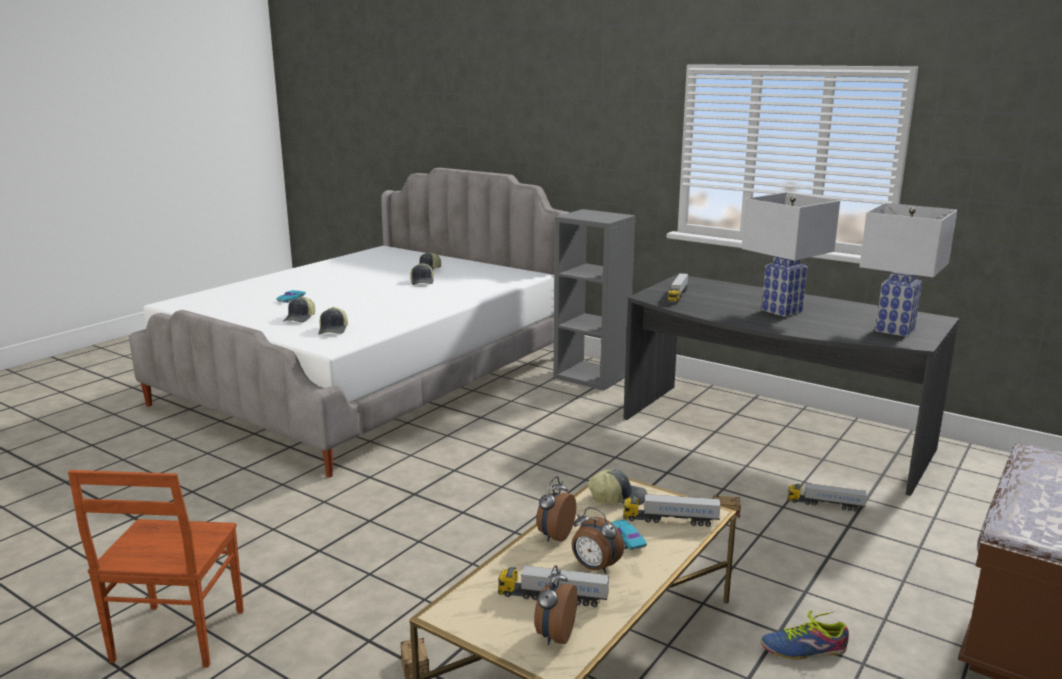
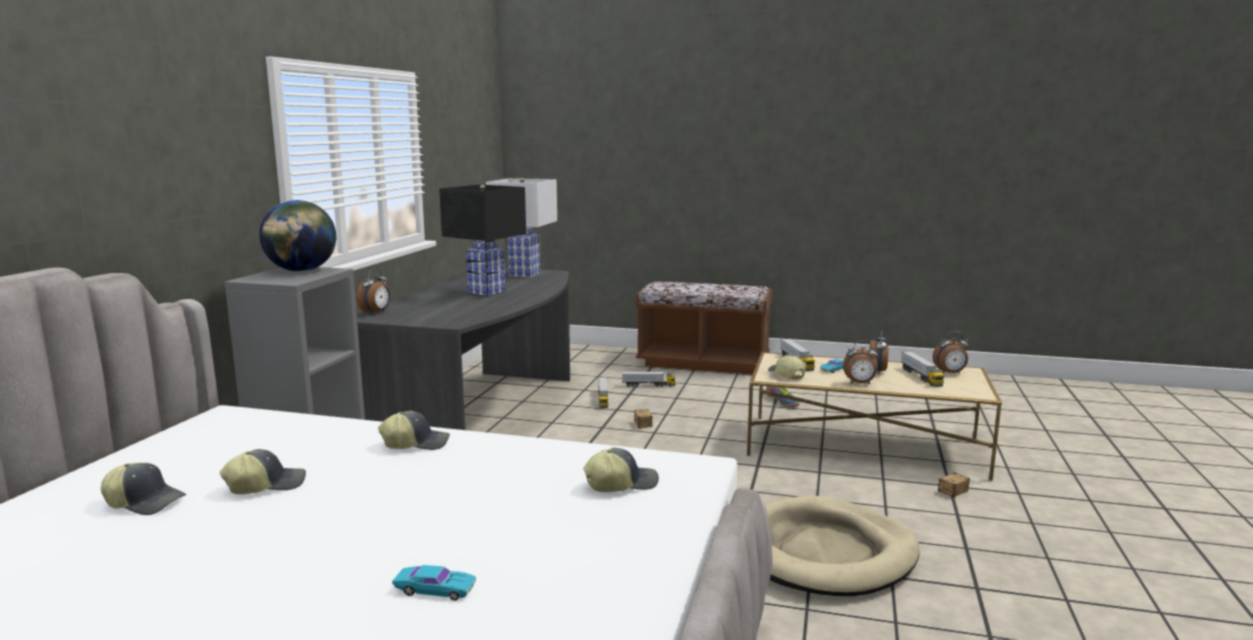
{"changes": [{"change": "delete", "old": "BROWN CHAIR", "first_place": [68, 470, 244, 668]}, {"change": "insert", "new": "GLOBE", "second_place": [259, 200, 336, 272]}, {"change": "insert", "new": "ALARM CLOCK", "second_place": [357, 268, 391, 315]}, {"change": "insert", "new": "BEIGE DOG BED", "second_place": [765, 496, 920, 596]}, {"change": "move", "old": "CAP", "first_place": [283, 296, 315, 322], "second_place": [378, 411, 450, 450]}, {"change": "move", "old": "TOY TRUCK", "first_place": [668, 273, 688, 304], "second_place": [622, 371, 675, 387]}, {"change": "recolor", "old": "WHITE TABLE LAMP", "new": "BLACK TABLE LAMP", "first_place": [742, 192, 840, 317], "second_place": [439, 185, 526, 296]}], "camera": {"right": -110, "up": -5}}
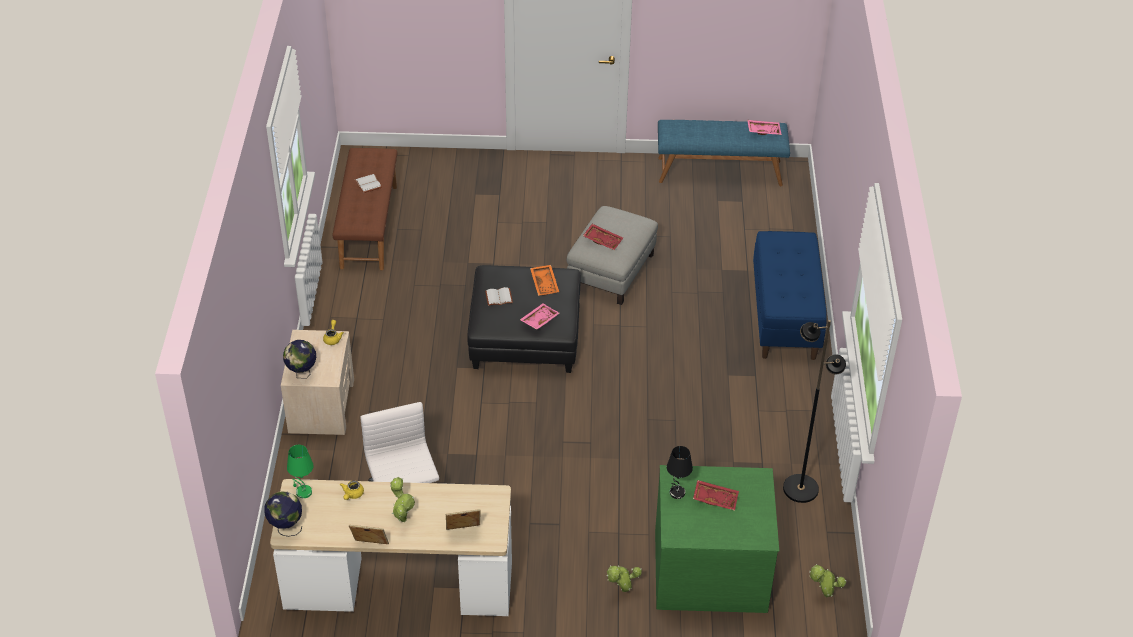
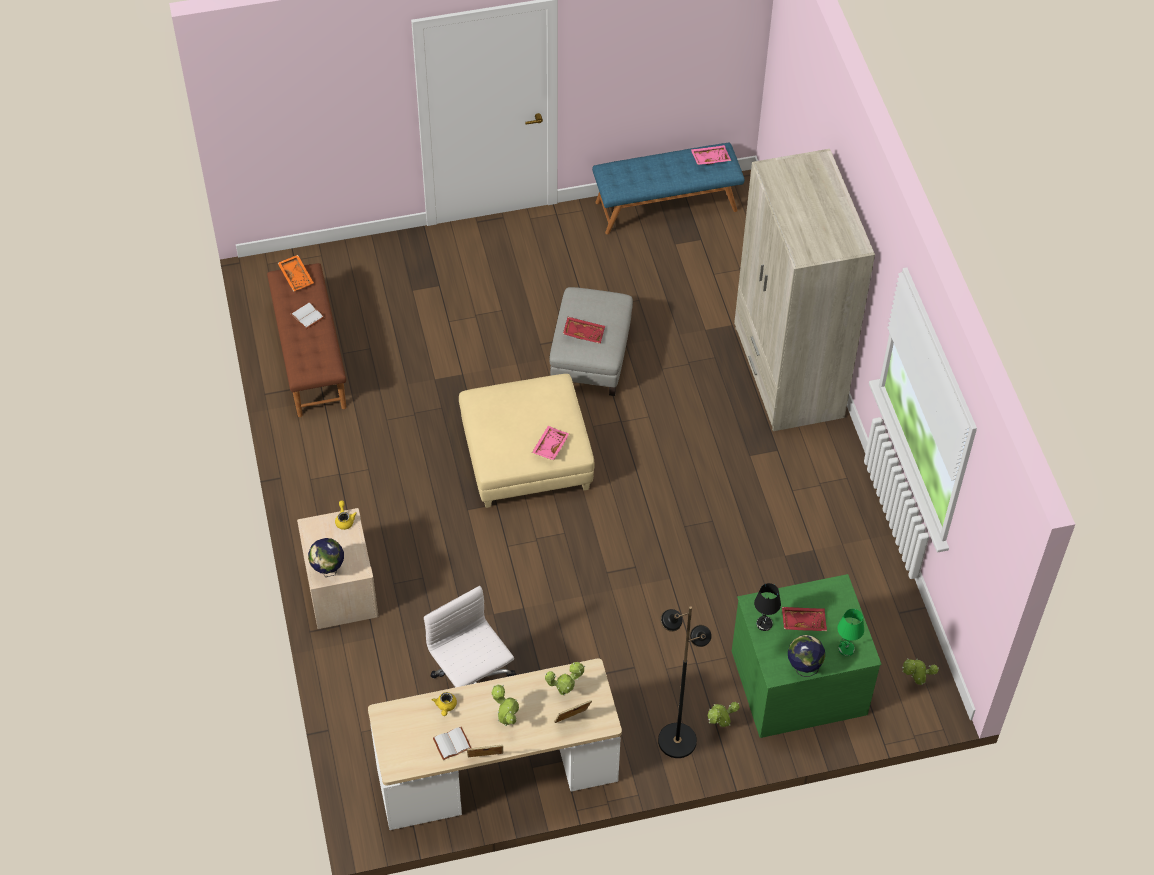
{"changes": [{"change": "insert", "new": "POTTED PLANT", "second_place": [545, 662, 585, 695]}, {"change": "move", "old": "GLOBE", "first_place": [264, 491, 302, 537], "second_place": [788, 635, 825, 677]}, {"change": "move", "old": "GREEN TABLE LAMP", "first_place": [287, 445, 314, 498], "second_place": [837, 609, 864, 656]}, {"change": "move", "old": "WHITE BOOK", "first_place": [485, 287, 513, 306], "second_place": [433, 727, 471, 760]}, {"change": "move", "old": "ORANGE TRAY", "first_place": [530, 265, 559, 296], "second_place": [278, 255, 314, 292]}, {"change": "move", "old": "BLACK FLOOR LAMP", "first_place": [783, 320, 846, 503], "second_place": [658, 606, 712, 758]}, {"change": "replace", "old": "BLUE BENCH", "new": "BEIGE WARDROBE", "first_place": [753, 231, 827, 360], "second_place": [734, 149, 875, 431]}, {"change": "recolor", "old": "BLACK OTTOMAN", "new": "BEIGE OTTOMAN", "first_place": [467, 265, 581, 373], "second_place": [459, 374, 595, 508]}], "camera": {"right": -15, "up": 10}}
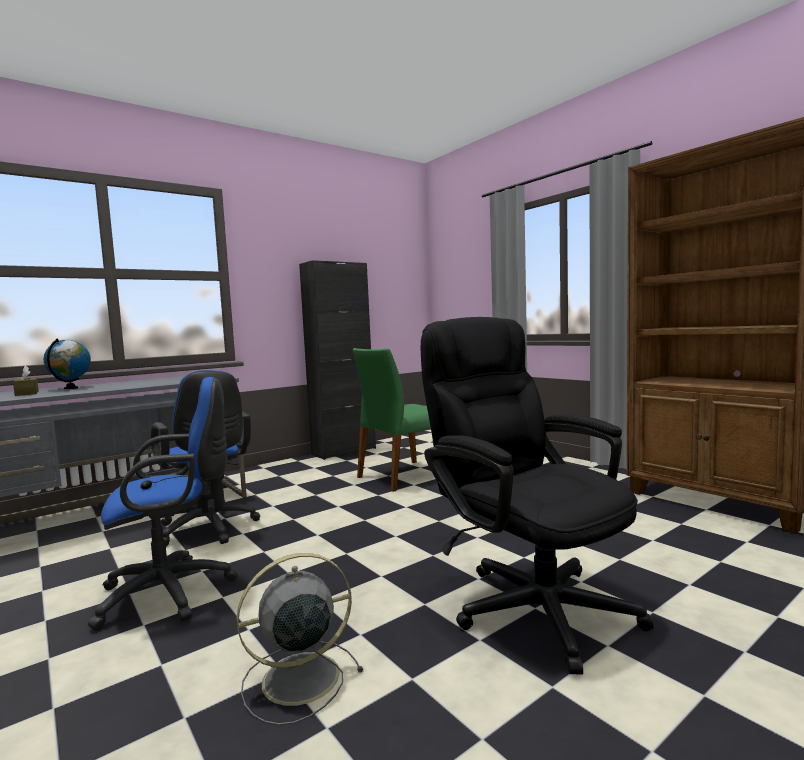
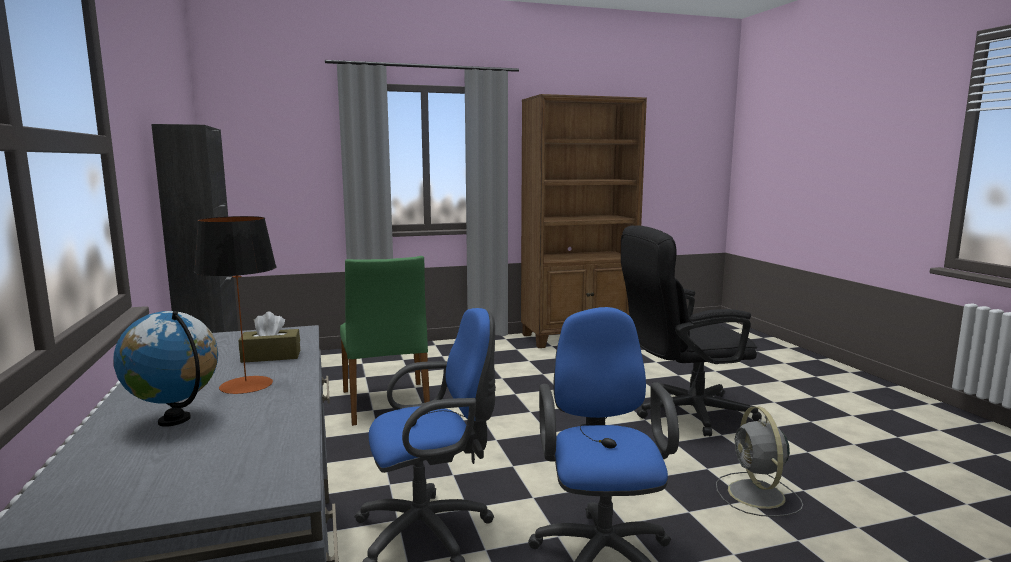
{"changes": [{"change": "insert", "new": "TABLE LAMP", "second_place": [194, 216, 277, 394]}, {"change": "move", "old": "BROWN TISSUE BOX", "first_place": [13, 365, 39, 396], "second_place": [239, 312, 300, 363]}], "camera": {"right": -70, "up": 5}}
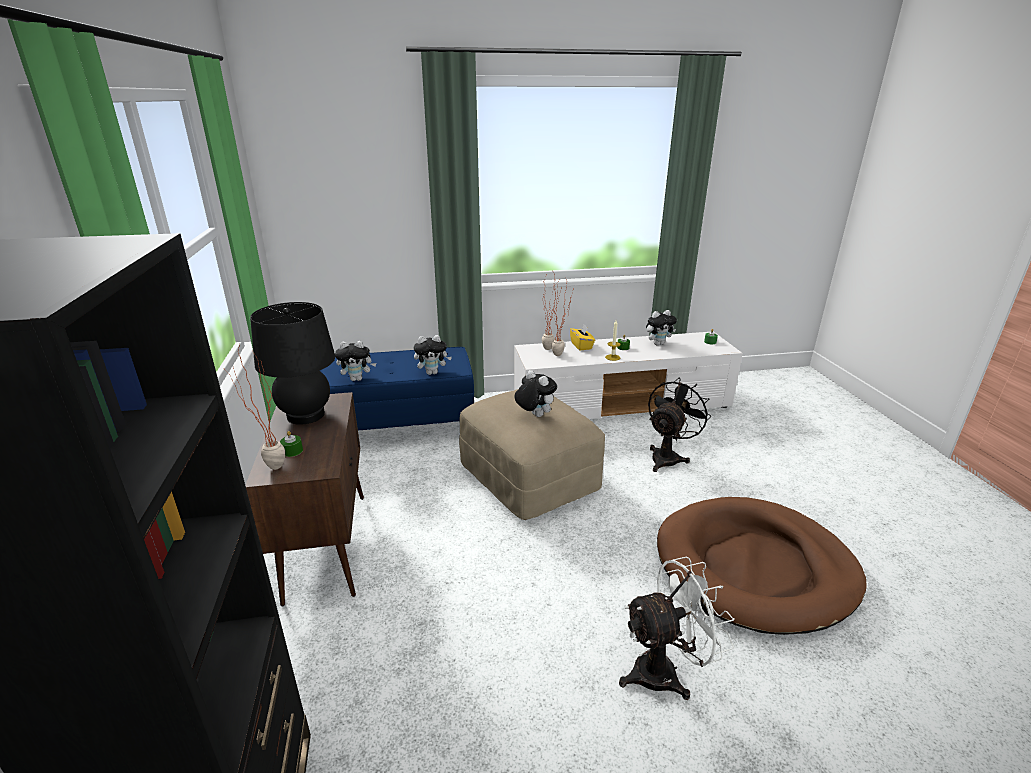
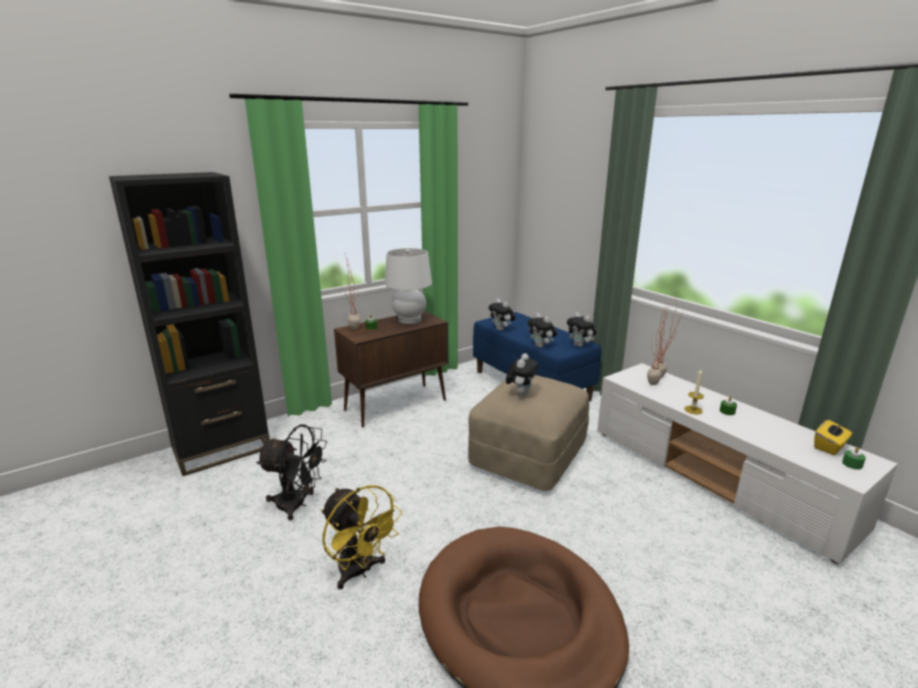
{"changes": [{"change": "move", "old": "YELLOW TISSUE BOX", "first_place": [570, 325, 595, 350], "second_place": [814, 420, 852, 455]}, {"change": "move", "old": "PLUSH TOY", "first_place": [646, 310, 677, 345], "second_place": [567, 312, 597, 347]}, {"change": "move", "old": "BLACK FAN", "first_place": [648, 378, 711, 472], "second_place": [256, 424, 327, 521]}, {"change": "recolor", "old": "BLACK TABLE LAMP", "new": "WHITE TABLE LAMP", "first_place": [250, 302, 335, 425], "second_place": [385, 248, 432, 324]}, {"change": "recolor", "old": "WHITE FAN", "new": "YELLOW FAN", "first_place": [619, 557, 734, 700], "second_place": [321, 485, 403, 590]}], "camera": {"right": 65, "up": -5}}
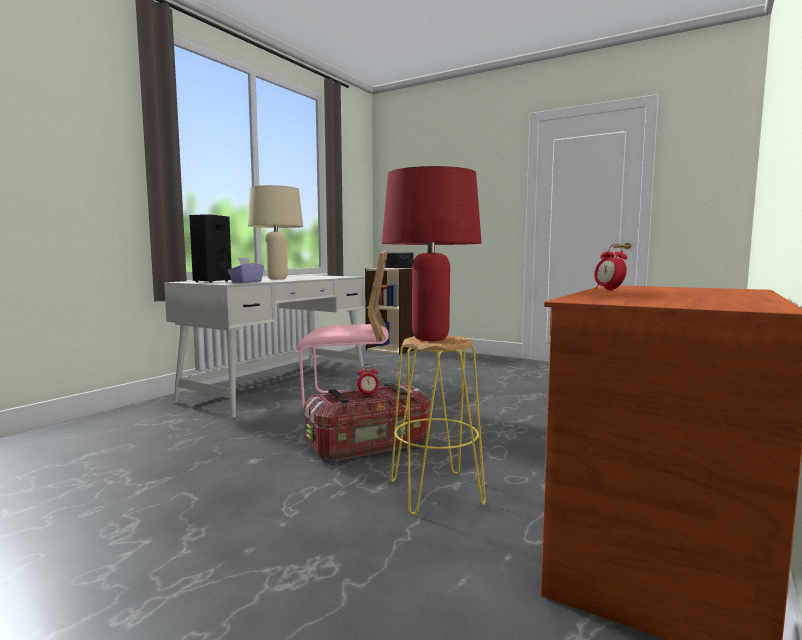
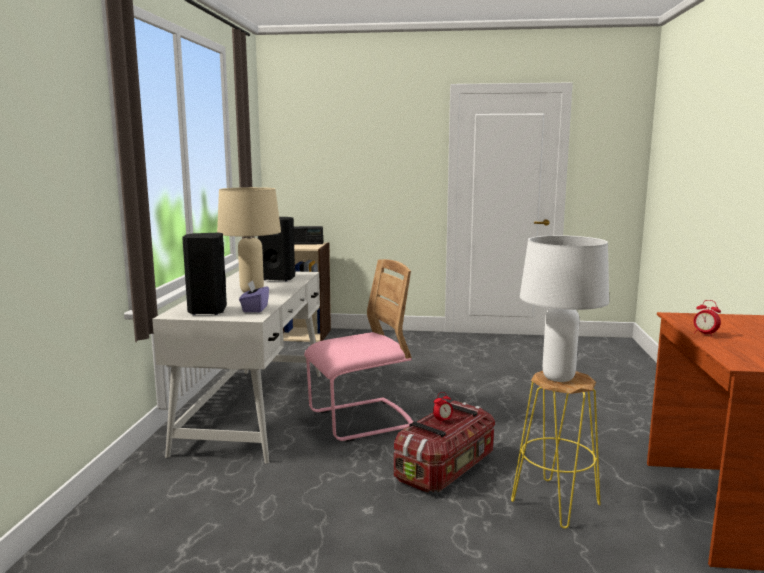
{"changes": [{"change": "insert", "new": "BLACK SPEAKER", "second_place": [258, 217, 295, 281]}, {"change": "recolor", "old": "RED TABLE LAMP", "new": "WHITE TABLE LAMP", "first_place": [382, 166, 481, 341], "second_place": [520, 235, 609, 382]}], "camera": {"right": -25, "up": 5}}
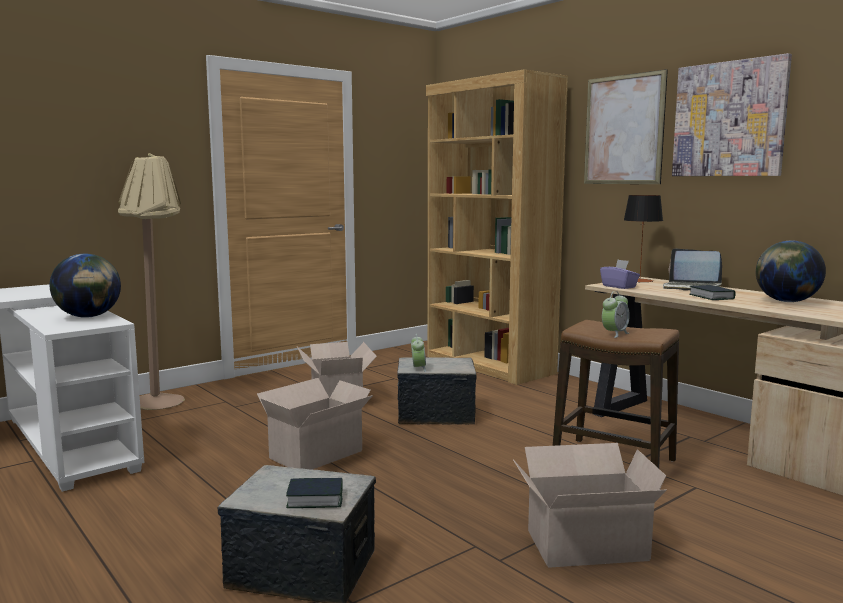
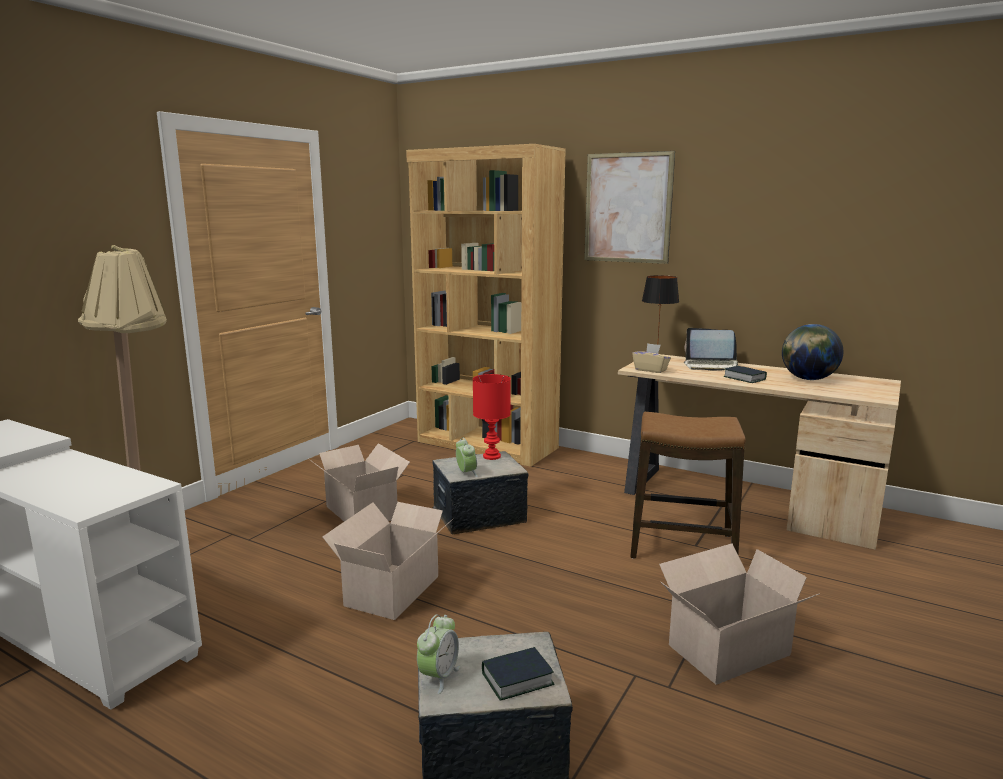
{"changes": [{"change": "delete", "old": "GLOBE", "first_place": [50, 254, 121, 318]}, {"change": "delete", "old": "PICTURE", "first_place": [672, 53, 792, 176]}, {"change": "insert", "new": "RED TABLE LAMP", "second_place": [473, 374, 511, 460]}, {"change": "move", "old": "ALARM CLOCK", "first_place": [602, 291, 630, 338], "second_place": [417, 614, 460, 694]}, {"change": "recolor", "old": "PURPLE TISSUE BOX", "new": "BEIGE TISSUE BOX", "first_place": [600, 260, 640, 289], "second_place": [632, 343, 671, 373]}], "camera": {"right": -20, "up": 5}}
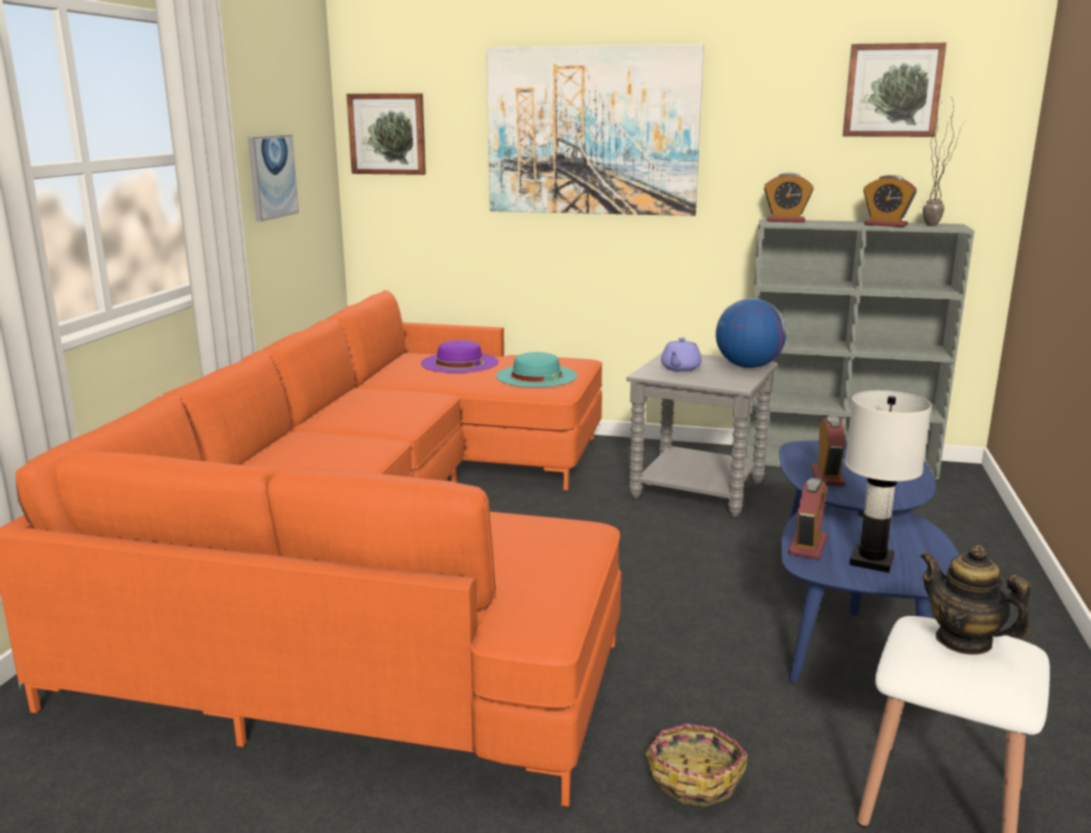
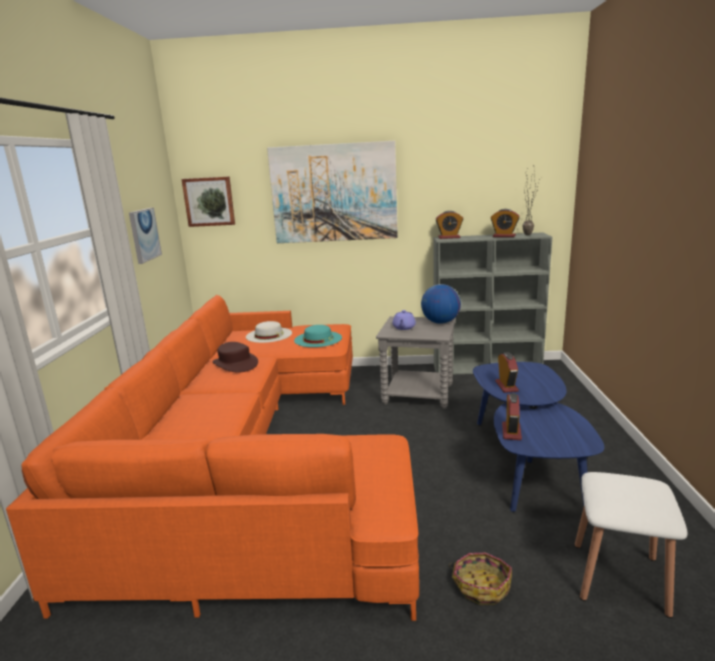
{"changes": [{"change": "delete", "old": "PICTURE", "first_place": [842, 43, 947, 137]}, {"change": "delete", "old": "WHITE TABLE LAMP", "first_place": [845, 390, 932, 573]}, {"change": "delete", "old": "TEAPOT", "first_place": [919, 545, 1031, 655]}, {"change": "insert", "new": "BROWN HAT", "second_place": [213, 342, 258, 372]}, {"change": "recolor", "old": "PURPLE HAT", "new": "WHITE HAT", "first_place": [421, 340, 498, 373], "second_place": [246, 321, 292, 343]}], "camera": {"right": -10, "up": 0}}
